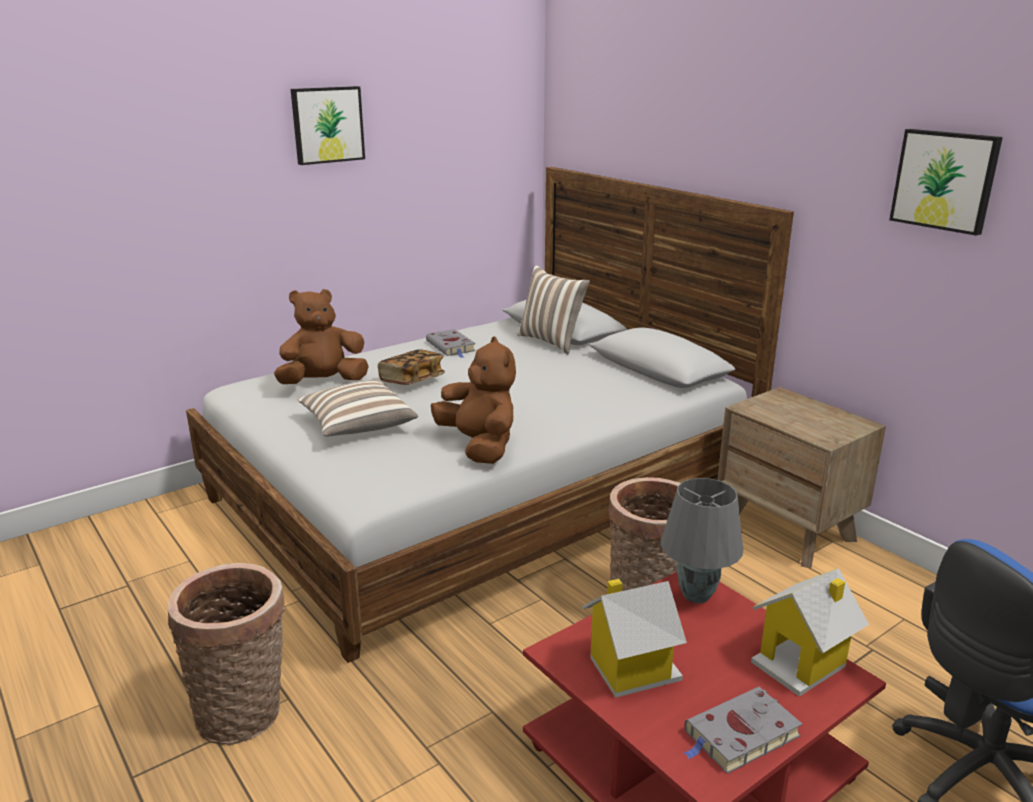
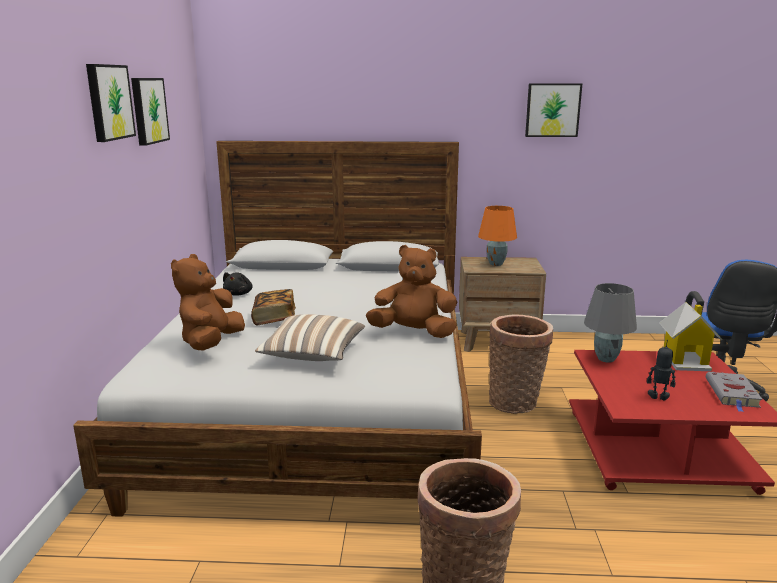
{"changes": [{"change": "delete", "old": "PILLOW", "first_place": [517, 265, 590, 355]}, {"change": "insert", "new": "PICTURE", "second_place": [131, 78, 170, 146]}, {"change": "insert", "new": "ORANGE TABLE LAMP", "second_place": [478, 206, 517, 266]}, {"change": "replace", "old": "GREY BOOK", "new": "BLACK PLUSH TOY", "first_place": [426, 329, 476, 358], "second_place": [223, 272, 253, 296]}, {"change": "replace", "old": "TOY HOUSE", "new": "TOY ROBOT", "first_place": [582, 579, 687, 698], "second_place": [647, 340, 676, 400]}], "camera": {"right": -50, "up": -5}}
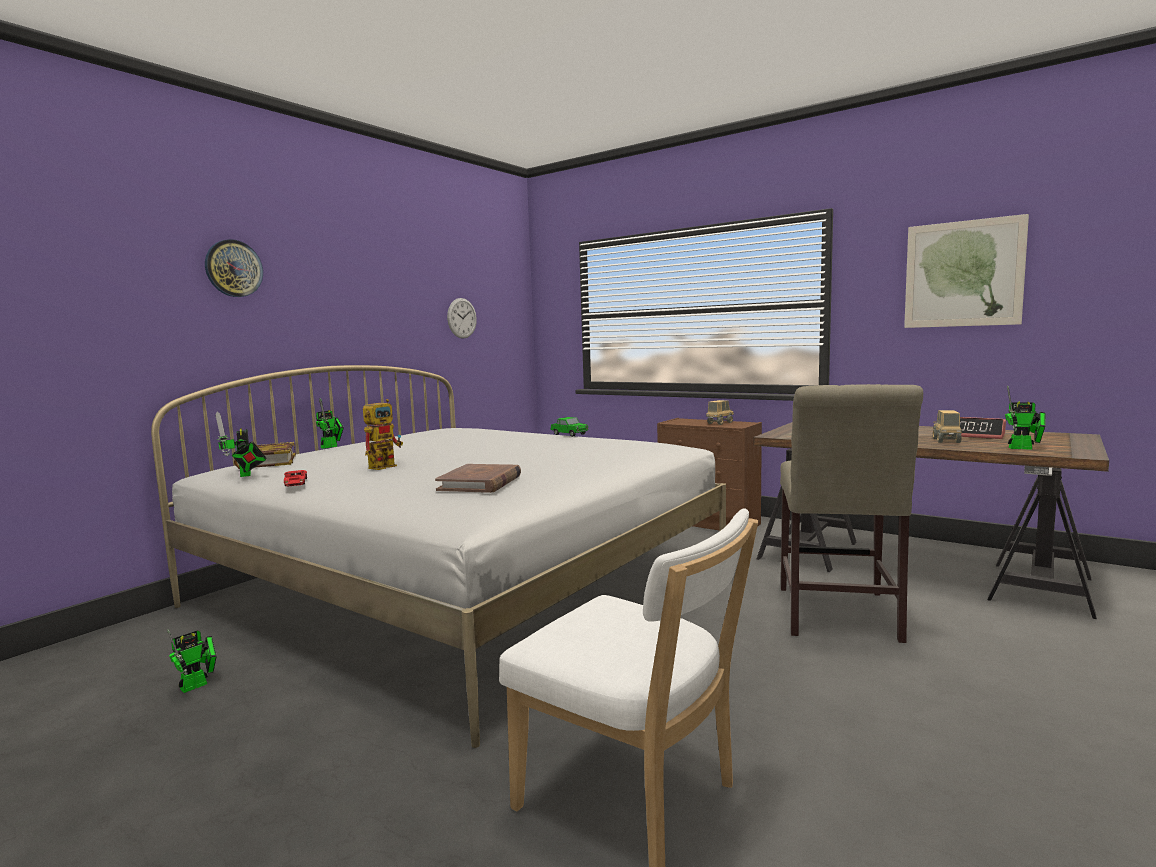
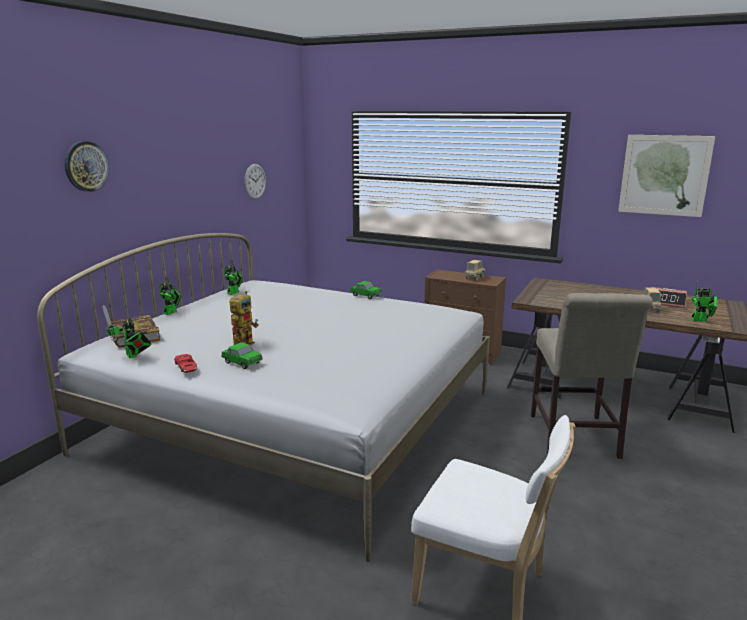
{"changes": [{"change": "delete", "old": "BROWN BOOK", "first_place": [435, 464, 521, 493]}, {"change": "insert", "new": "TOY CAR", "second_place": [221, 342, 263, 369]}, {"change": "move", "old": "TOY ROBOT", "first_place": [167, 629, 217, 693], "second_place": [224, 259, 243, 295]}], "camera": {"right": -10, "up": 10}}
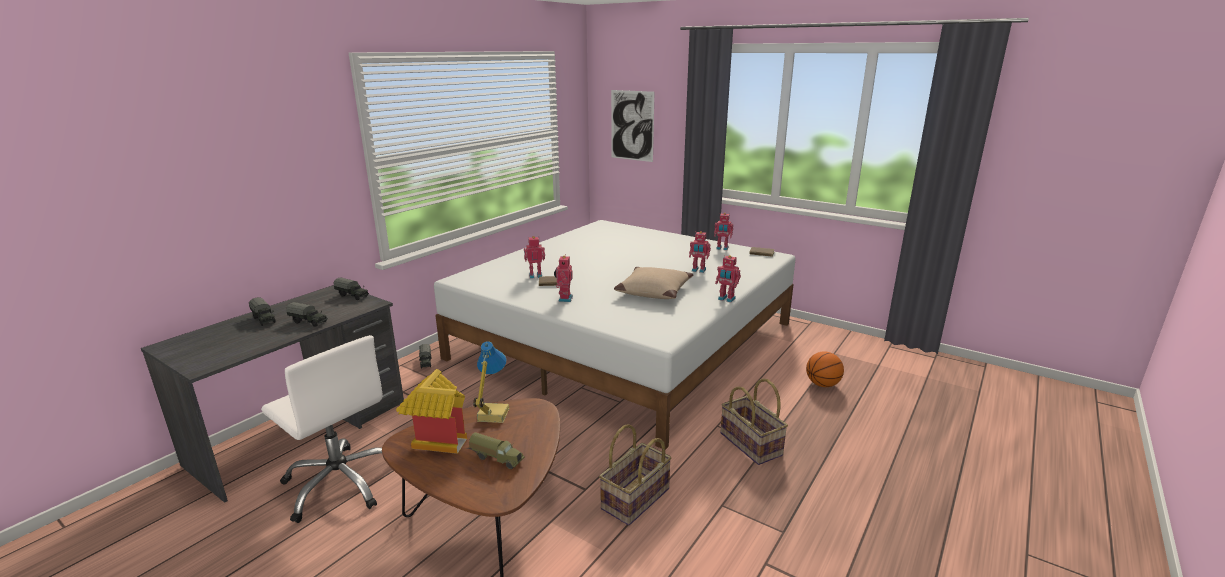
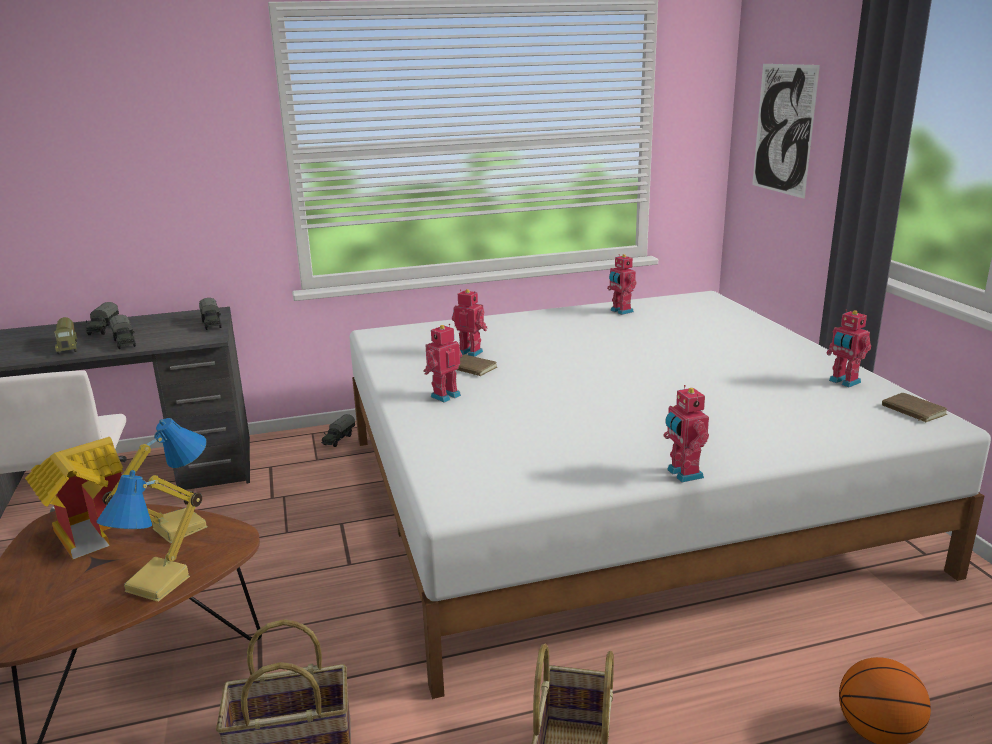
{"changes": [{"change": "delete", "old": "BEIGE PILLOW", "first_place": [614, 267, 693, 299]}, {"change": "insert", "new": "TABLE LAMP", "second_place": [96, 470, 202, 602]}, {"change": "move", "old": "TOY TRUCK", "first_place": [469, 432, 525, 469], "second_place": [54, 317, 77, 355]}, {"change": "move", "old": "TOY ROBOT", "first_place": [689, 231, 711, 273], "second_place": [607, 254, 637, 315]}], "camera": {"right": 40, "up": 0}}
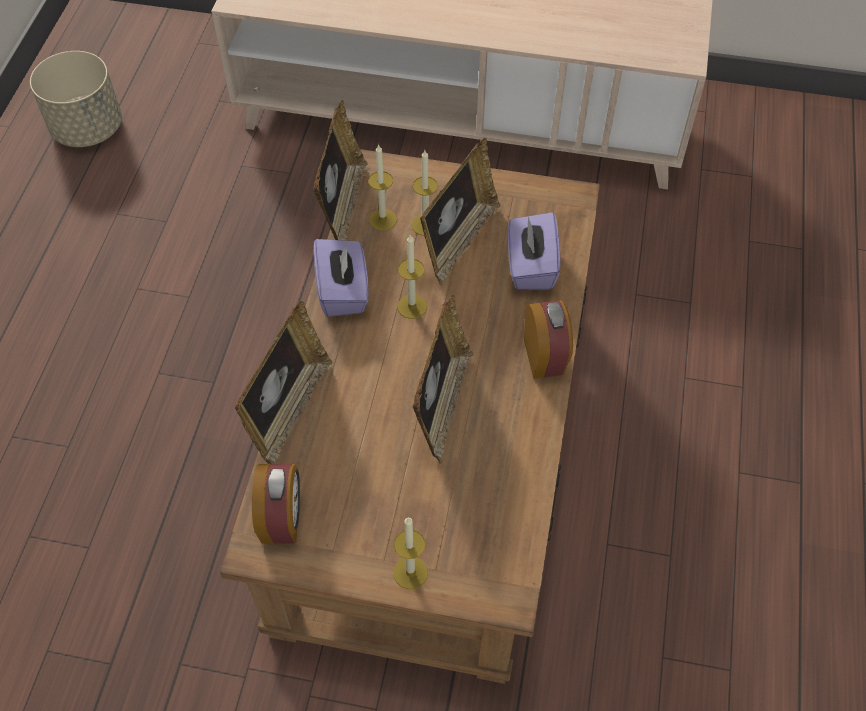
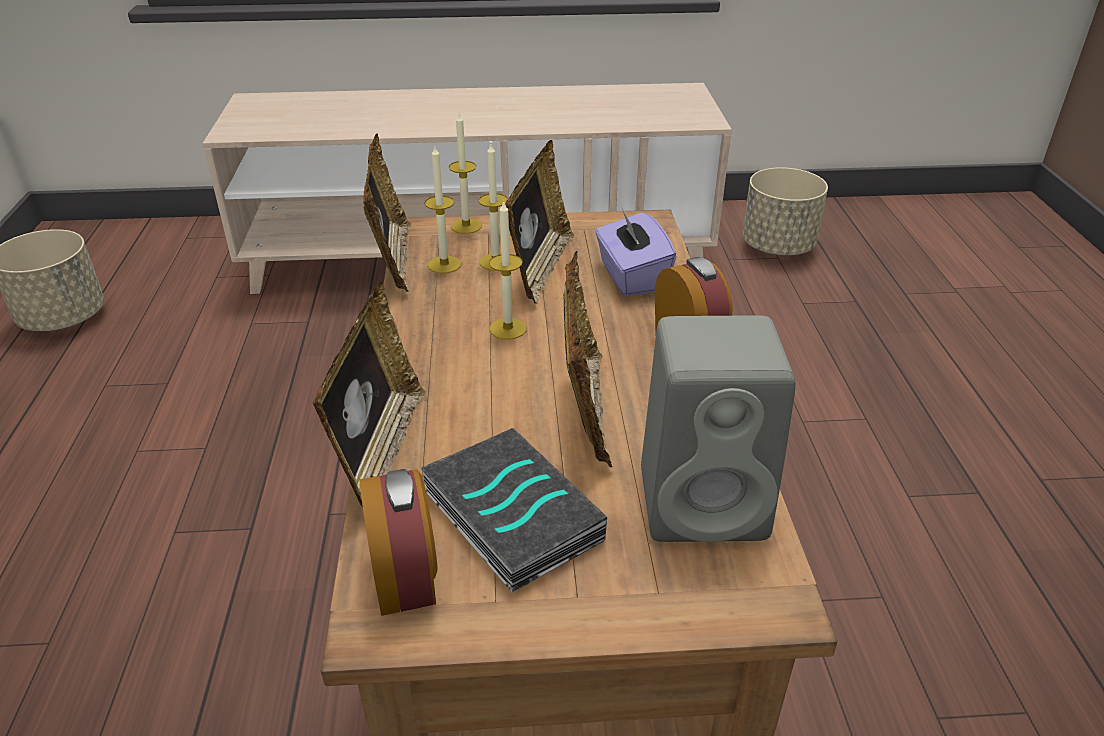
{"changes": [{"change": "delete", "old": "PURPLE TISSUE BOX", "first_place": [313, 239, 369, 317]}, {"change": "insert", "new": "BOOK", "second_place": [421, 428, 607, 592]}, {"change": "insert", "new": "GREY SPEAKER", "second_place": [641, 315, 796, 542]}, {"change": "insert", "new": "BEIGE PLANTER", "second_place": [742, 167, 828, 256]}, {"change": "move", "old": "CANDLE", "first_place": [394, 517, 428, 589], "second_place": [449, 113, 482, 234]}], "camera": {"right": -15, "up": -20}}
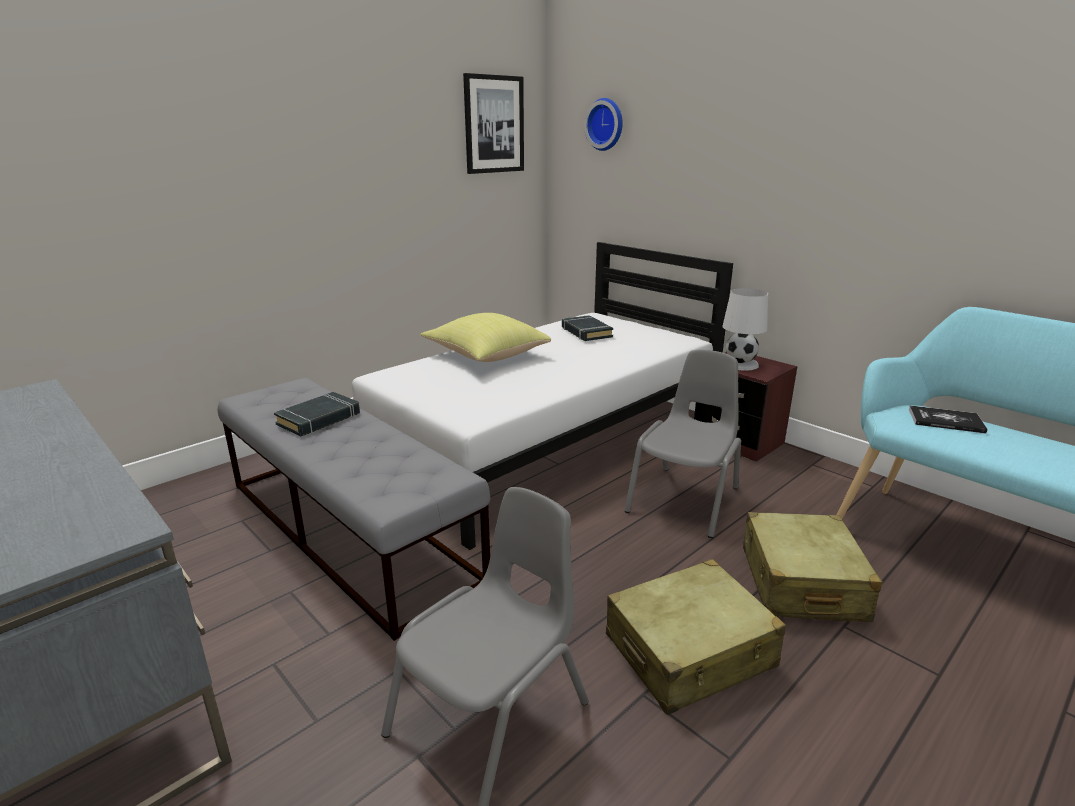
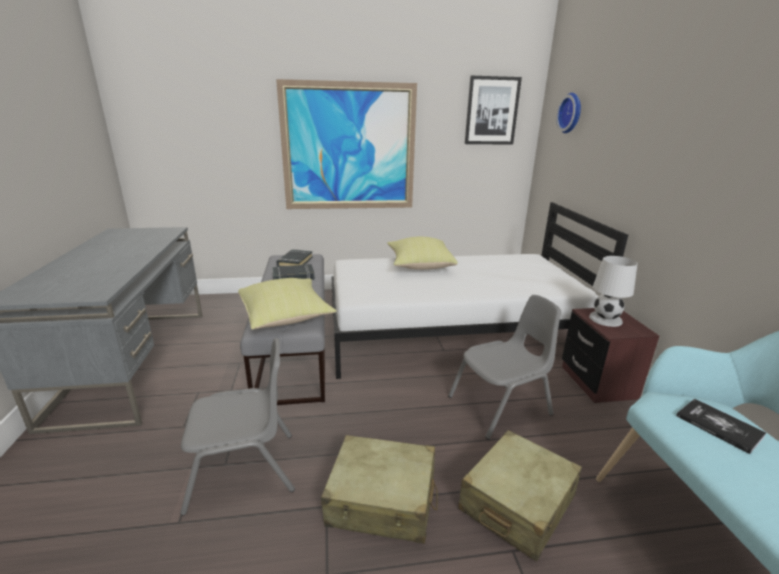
{"changes": [{"change": "insert", "new": "YELLOW PILLOW", "second_place": [238, 278, 336, 330]}, {"change": "insert", "new": "PICTURE", "second_place": [276, 79, 417, 209]}, {"change": "move", "old": "BLACK BOOK", "first_place": [562, 315, 613, 341], "second_place": [276, 249, 313, 267]}], "camera": {"right": 35, "up": 0}}
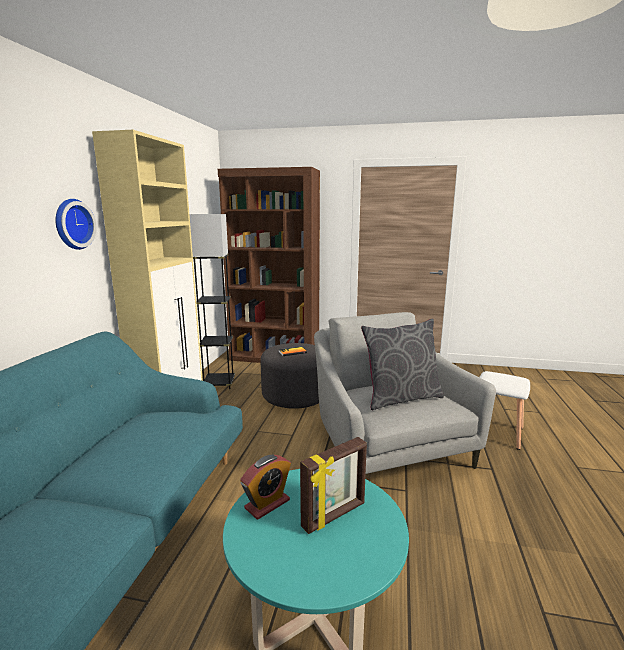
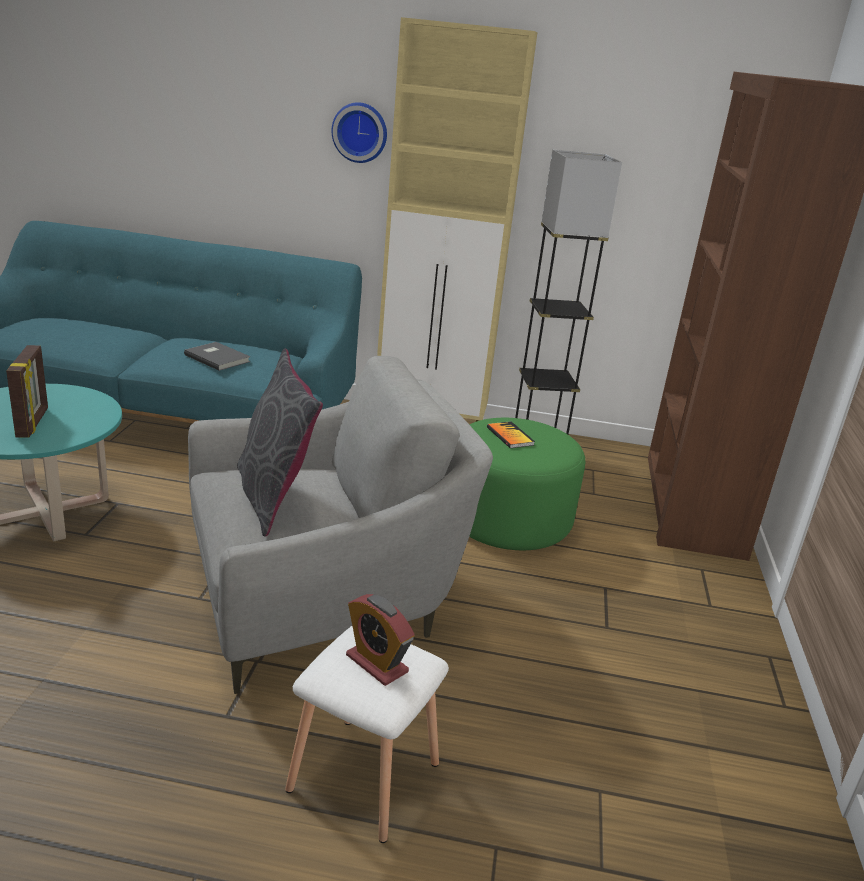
{"changes": [{"change": "insert", "new": "GREY BOOK", "second_place": [184, 342, 250, 371]}, {"change": "move", "old": "ALARM CLOCK", "first_place": [240, 455, 291, 520], "second_place": [346, 594, 415, 686]}, {"change": "recolor", "old": "GREY OTTOMAN", "new": "GREEN OTTOMAN", "first_place": [260, 343, 319, 409], "second_place": [469, 418, 585, 550]}, {"change": "rotate", "old": "PICTURE FRAME", "first_place": [300, 437, 367, 534], "second_place": [6, 345, 48, 438], "degrees": -150}], "camera": {"right": 85, "up": 10}}
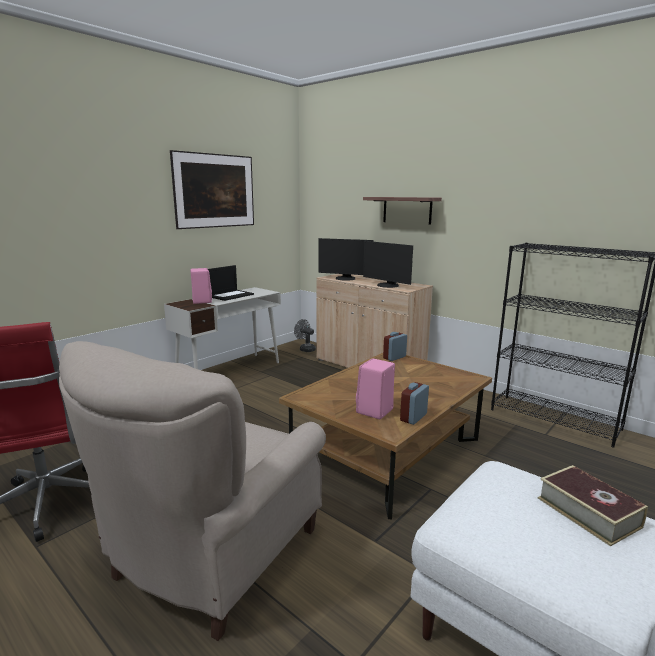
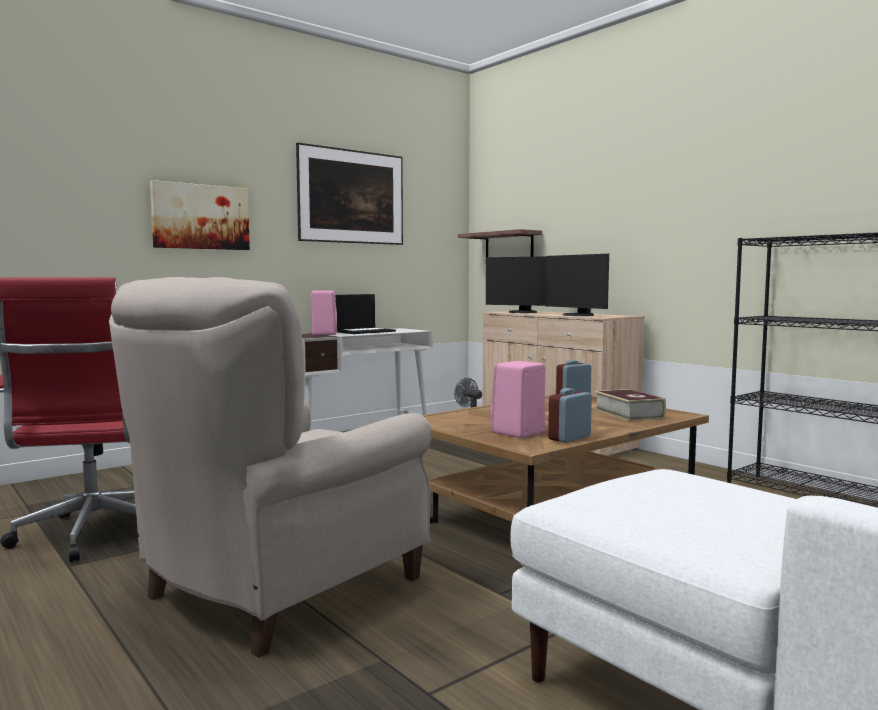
{"changes": [{"change": "insert", "new": "PICTURE", "second_place": [150, 180, 250, 250]}, {"change": "move", "old": "SHELF", "first_place": [363, 197, 442, 225], "second_place": [458, 229, 542, 257]}, {"change": "move", "old": "BOOK", "first_place": [538, 465, 648, 547], "second_place": [594, 389, 666, 421]}], "camera": {"right": 10, "up": -10}}
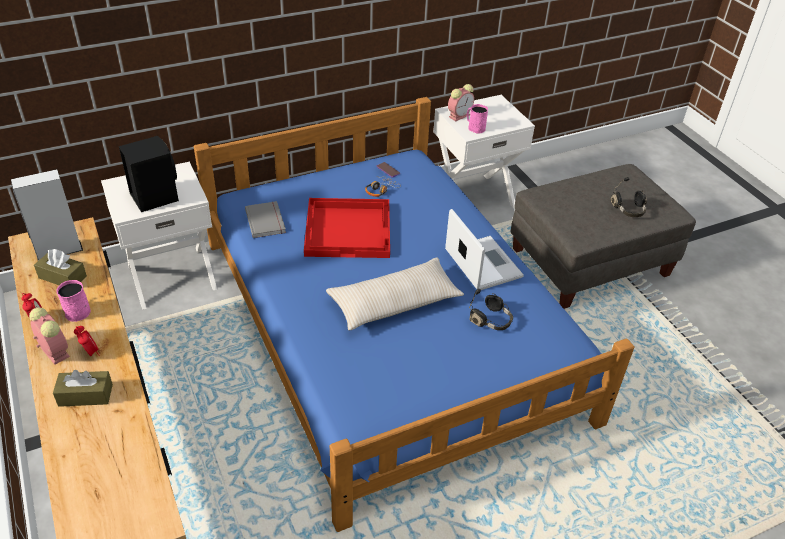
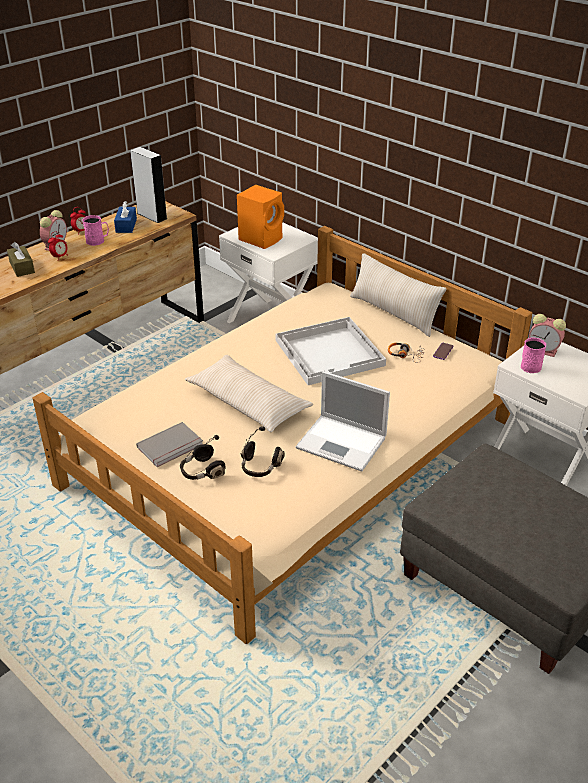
{"changes": [{"change": "insert", "new": "BEIGE PILLOW", "second_place": [350, 253, 446, 337]}, {"change": "move", "old": "GREY BOOK", "first_place": [245, 201, 286, 238], "second_place": [136, 422, 203, 467]}, {"change": "move", "old": "BLACK HEADPHONES", "first_place": [611, 177, 647, 217], "second_place": [180, 435, 226, 480]}, {"change": "recolor", "old": "BROWN TISSUE BOX", "new": "BLUE TISSUE BOX", "first_place": [34, 249, 87, 285], "second_place": [114, 201, 137, 233]}, {"change": "recolor", "old": "BLACK SPEAKER", "new": "ORANGE SPEAKER", "first_place": [119, 136, 179, 212], "second_place": [237, 185, 284, 249]}, {"change": "recolor", "old": "BLUE BED", "new": "BEIGE BED", "first_place": [194, 97, 635, 532], "second_place": [32, 226, 532, 644]}, {"change": "recolor", "old": "RED TRAY", "new": "WHITE TRAY", "first_place": [304, 198, 390, 258], "second_place": [275, 317, 386, 385]}, {"change": "rotate", "old": "LAPTOP", "first_place": [445, 209, 524, 290], "second_place": [296, 371, 390, 472], "degrees": 75}], "camera": {"right": 70, "up": -5}}
